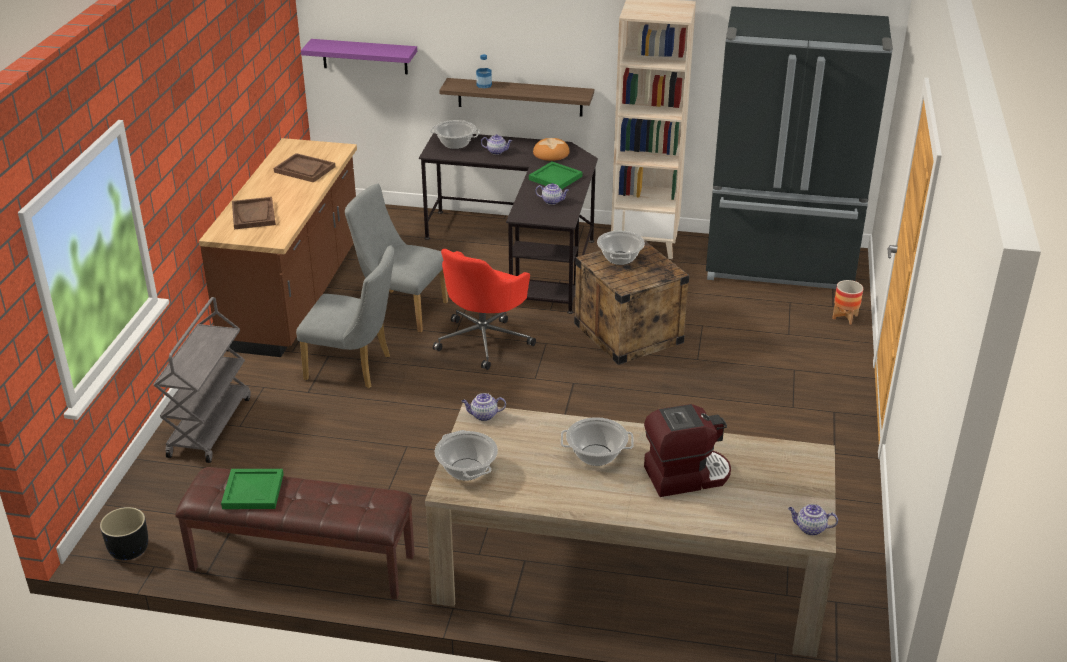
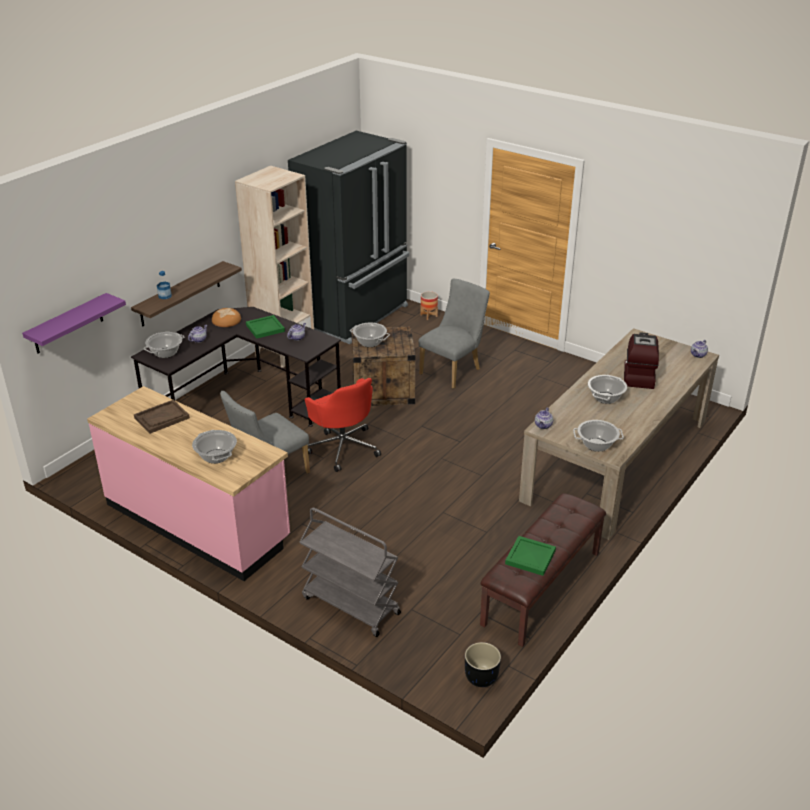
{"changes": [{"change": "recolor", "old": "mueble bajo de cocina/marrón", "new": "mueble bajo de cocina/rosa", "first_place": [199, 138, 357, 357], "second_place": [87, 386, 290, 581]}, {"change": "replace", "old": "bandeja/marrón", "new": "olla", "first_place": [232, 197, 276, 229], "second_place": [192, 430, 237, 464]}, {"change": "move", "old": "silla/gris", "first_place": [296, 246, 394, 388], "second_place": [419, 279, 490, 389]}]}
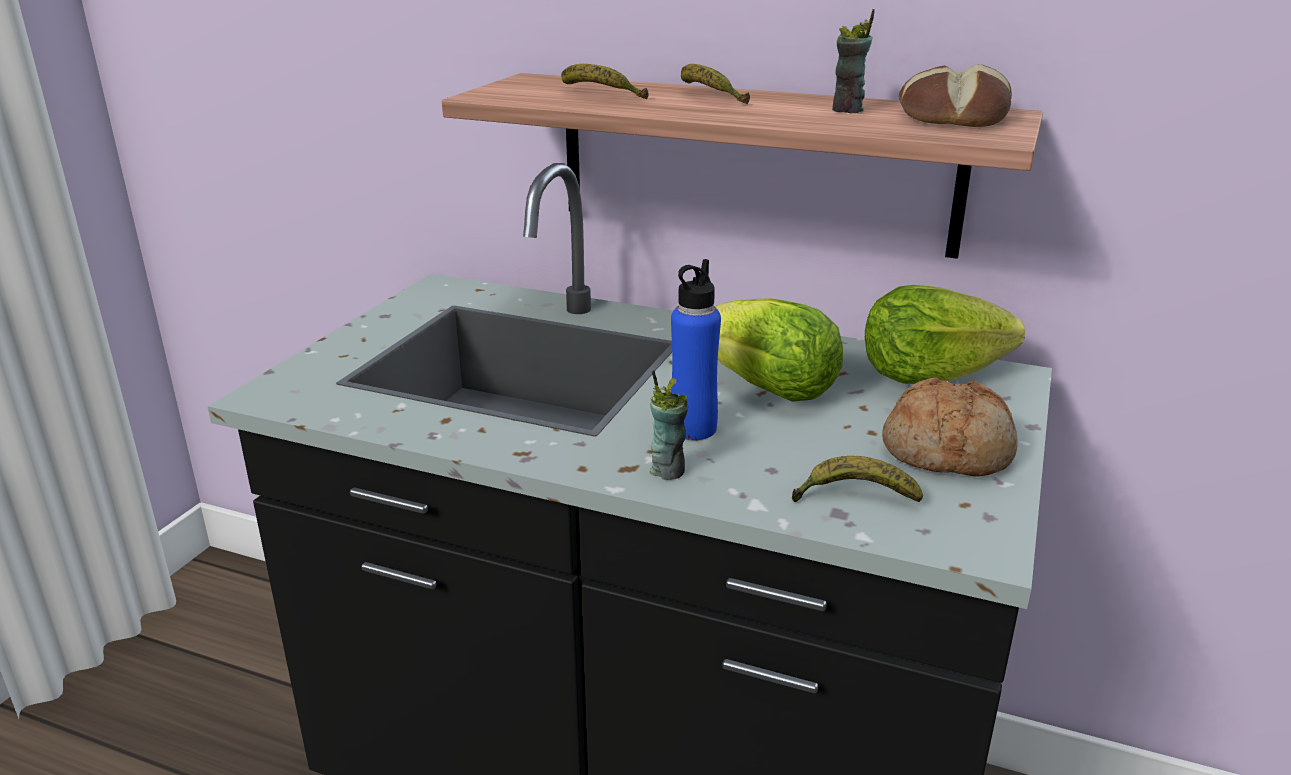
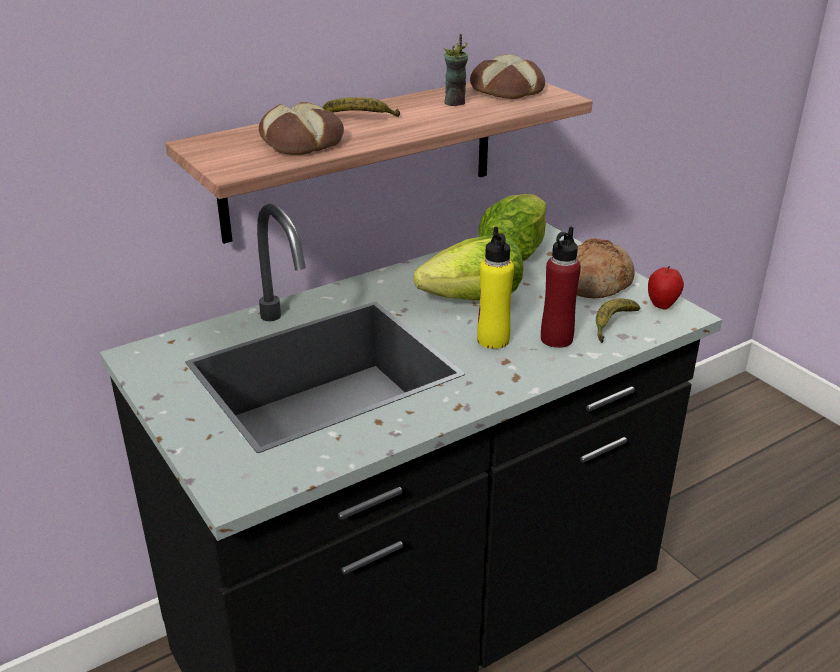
{"changes": [{"change": "replace", "old": "plátano", "new": "pan", "first_place": [561, 64, 649, 99], "second_place": [259, 102, 344, 155]}, {"change": "recolor", "old": "botella/azul", "new": "botella/amarillo", "first_place": [671, 259, 721, 440], "second_place": [477, 227, 514, 349]}, {"change": "delete", "old": "taza", "first_place": [650, 370, 688, 480]}, {"change": "insert", "new": "botella/rojo", "second_place": [541, 226, 581, 348]}, {"change": "insert", "new": "manzana", "second_place": [648, 266, 684, 310]}]}
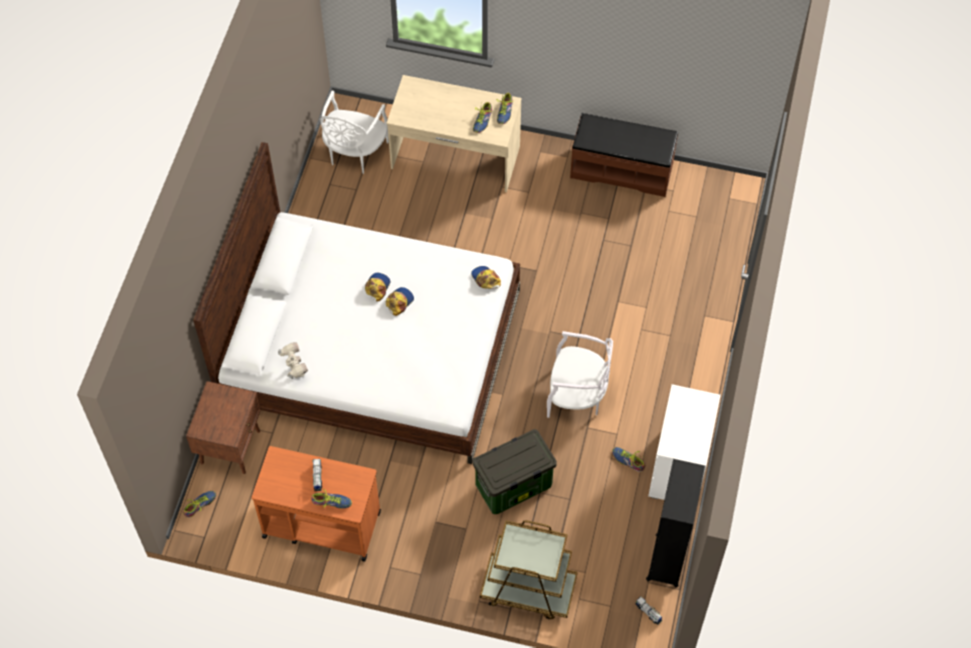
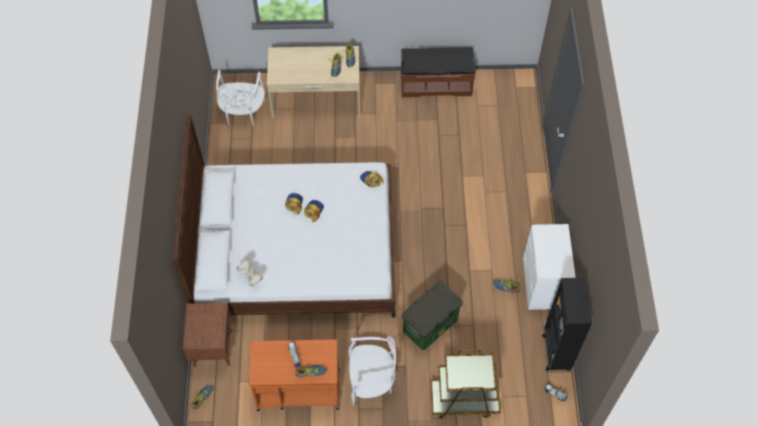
{"changes": [{"change": "move", "old": "silla/blanco", "first_place": [547, 331, 613, 418], "second_place": [348, 336, 396, 405]}]}
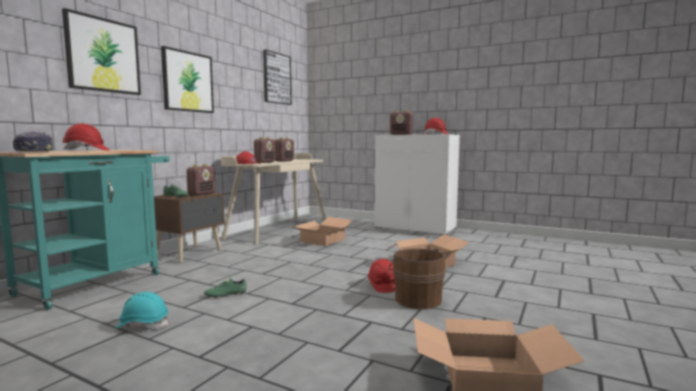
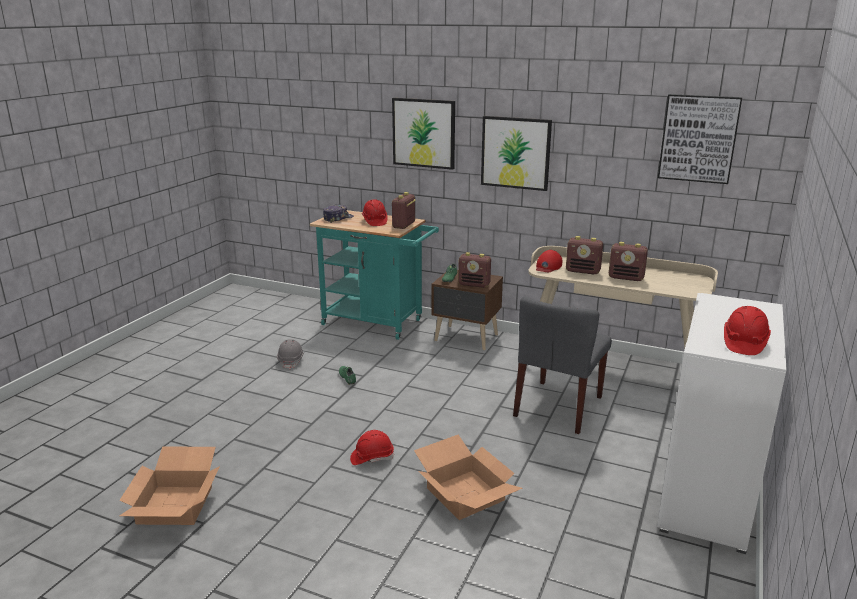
{"changes": [{"change": "move", "old": "radio", "first_place": [390, 110, 413, 135], "second_place": [392, 192, 416, 229]}, {"change": "replace", "old": "caja de cartón", "new": "silla/gris", "first_place": [292, 217, 352, 246], "second_place": [513, 296, 612, 434]}, {"change": "delete", "old": "cubo/marrón", "first_place": [388, 248, 446, 309]}, {"change": "recolor", "old": "casco/turquesa", "new": "casco/gris", "first_place": [114, 292, 169, 329], "second_place": [277, 339, 304, 369]}]}
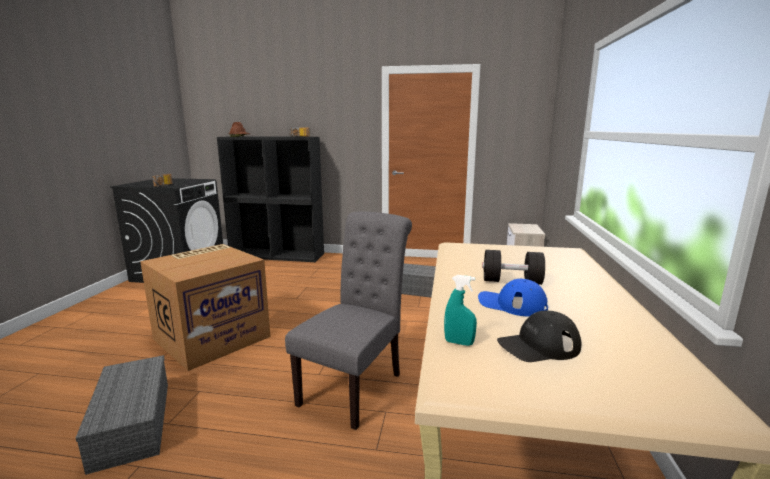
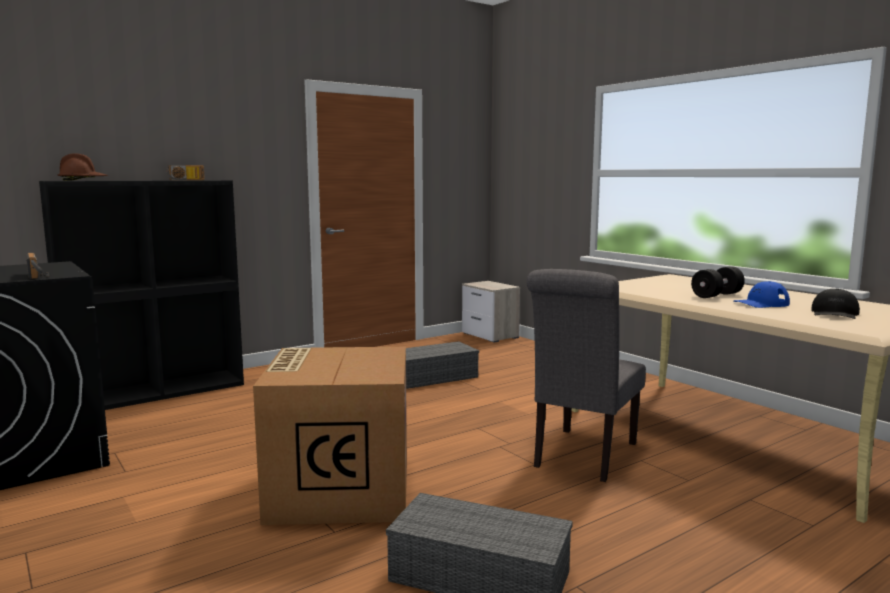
{"changes": [{"change": "rotate", "old": "silla/gris", "first_place": [285, 211, 412, 430], "second_place": [527, 269, 646, 482], "degrees": -135}, {"change": "delete", "old": "pulverizador/turquesa", "first_place": [444, 275, 477, 346]}]}
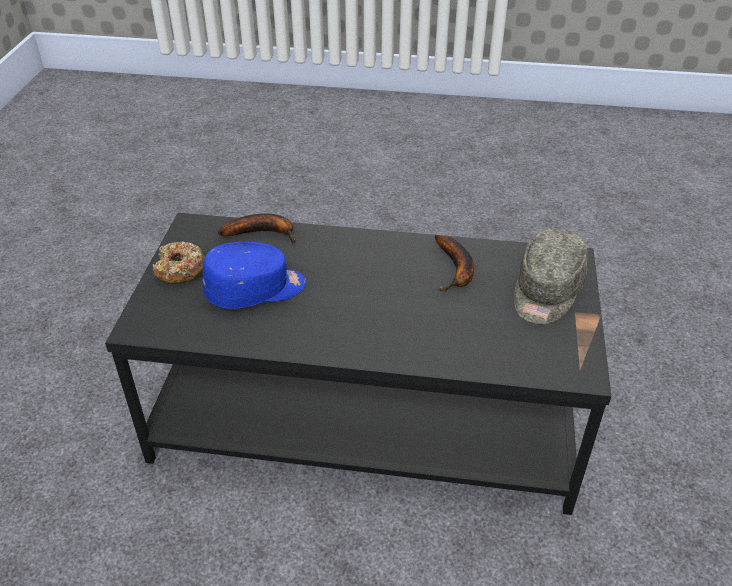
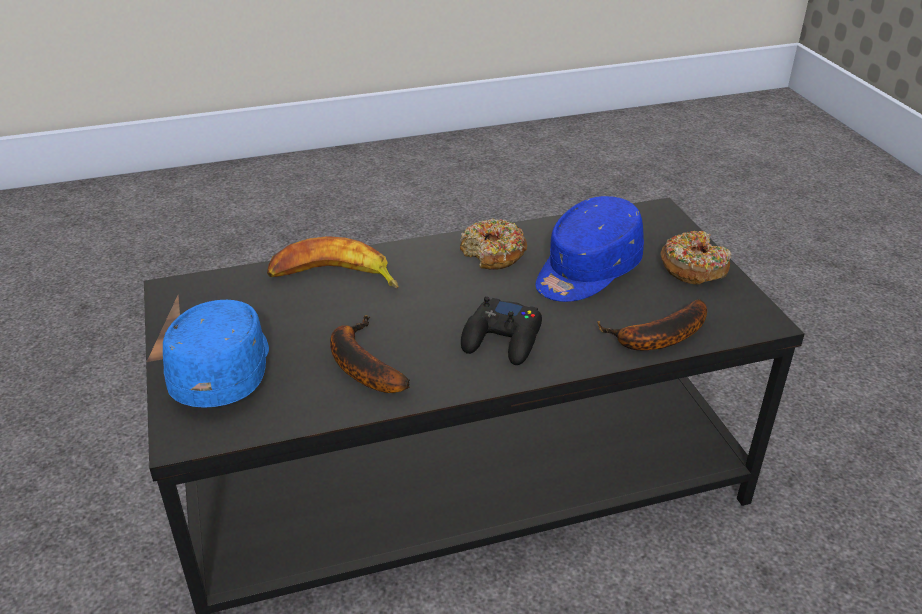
{"changes": [{"change": "recolor", "old": "gorra/gris", "new": "gorra/azul", "first_place": [514, 228, 588, 324], "second_place": [163, 300, 269, 408]}, {"change": "insert", "new": "rosquilla", "second_place": [460, 219, 527, 270]}, {"change": "insert", "new": "plátano", "second_place": [267, 236, 398, 289]}, {"change": "insert", "new": "mando de consola/negro", "second_place": [461, 297, 542, 365]}]}
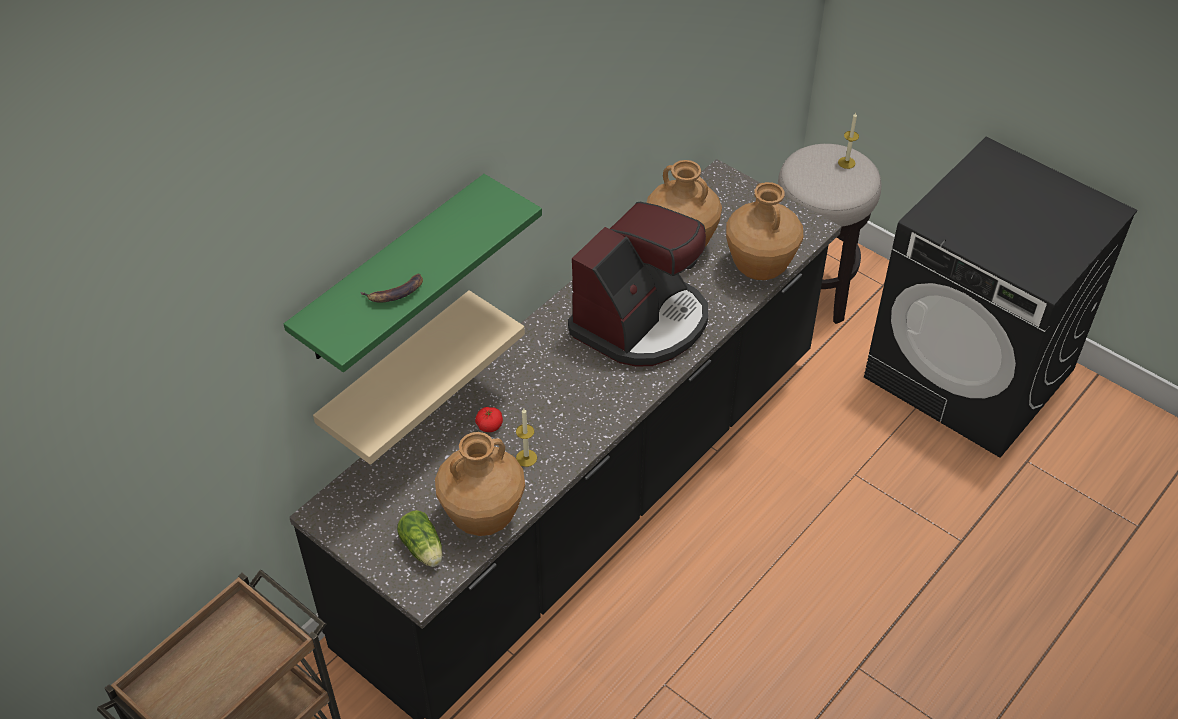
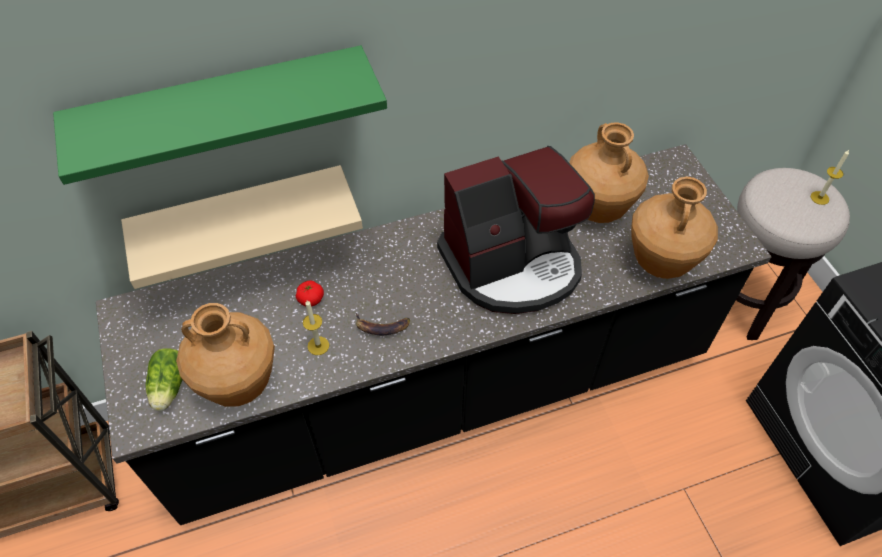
{"changes": [{"change": "move", "old": "plátano", "first_place": [360, 273, 423, 302], "second_place": [356, 313, 410, 335]}]}
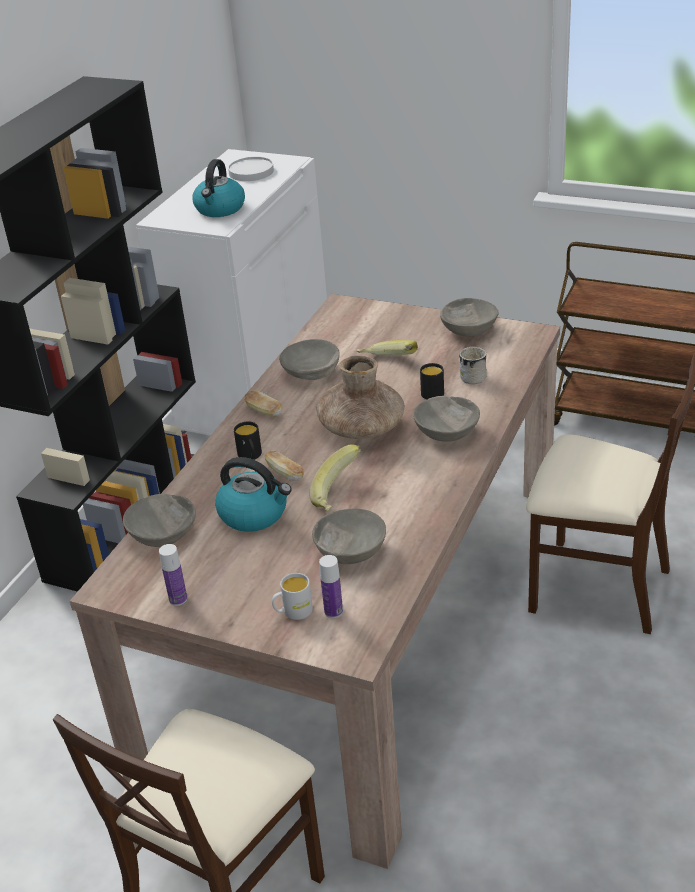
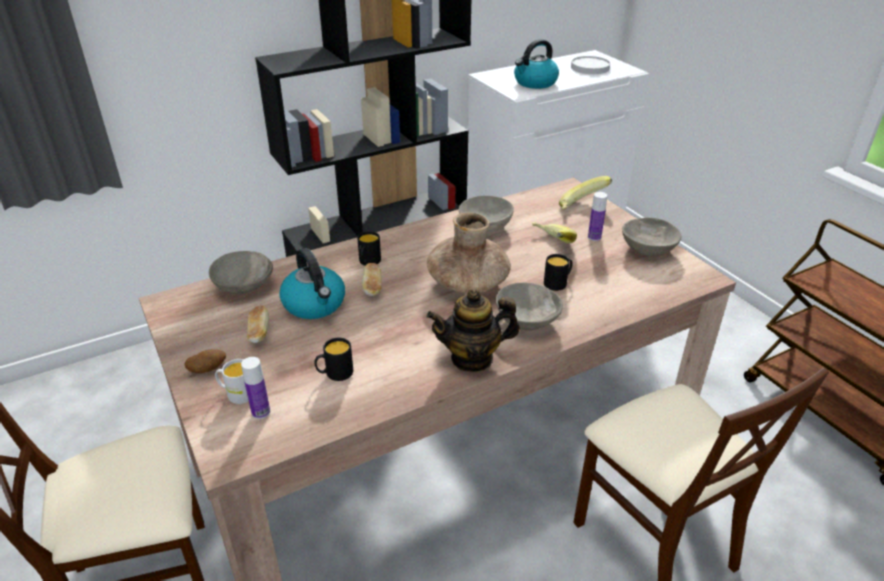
{"changes": [{"change": "delete", "old": "taza grande/blanco", "first_place": [459, 347, 487, 384]}, {"change": "move", "old": "pan", "first_place": [244, 390, 282, 417], "second_place": [247, 305, 269, 343]}, {"change": "move", "old": "plátano", "first_place": [309, 444, 361, 512], "second_place": [559, 176, 612, 210]}, {"change": "replace", "old": "cuenco/gris", "new": "taza grande/negro", "first_place": [312, 508, 386, 564], "second_place": [314, 338, 353, 381]}, {"change": "move", "old": "botella", "first_place": [159, 544, 187, 606], "second_place": [588, 192, 607, 241]}, {"change": "insert", "new": "tetera", "second_place": [427, 289, 520, 372]}, {"change": "insert", "new": "patata", "second_place": [185, 349, 226, 373]}]}
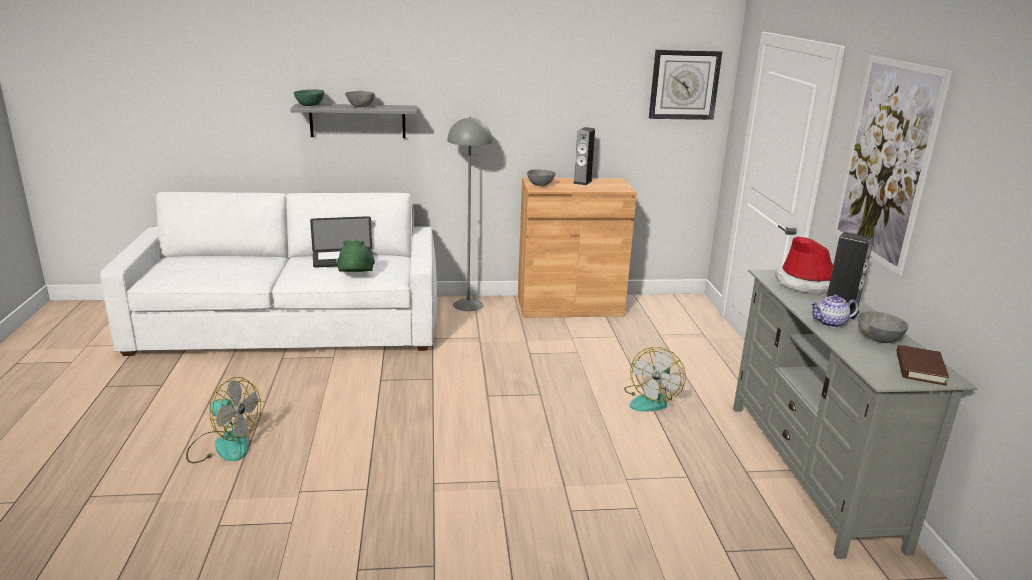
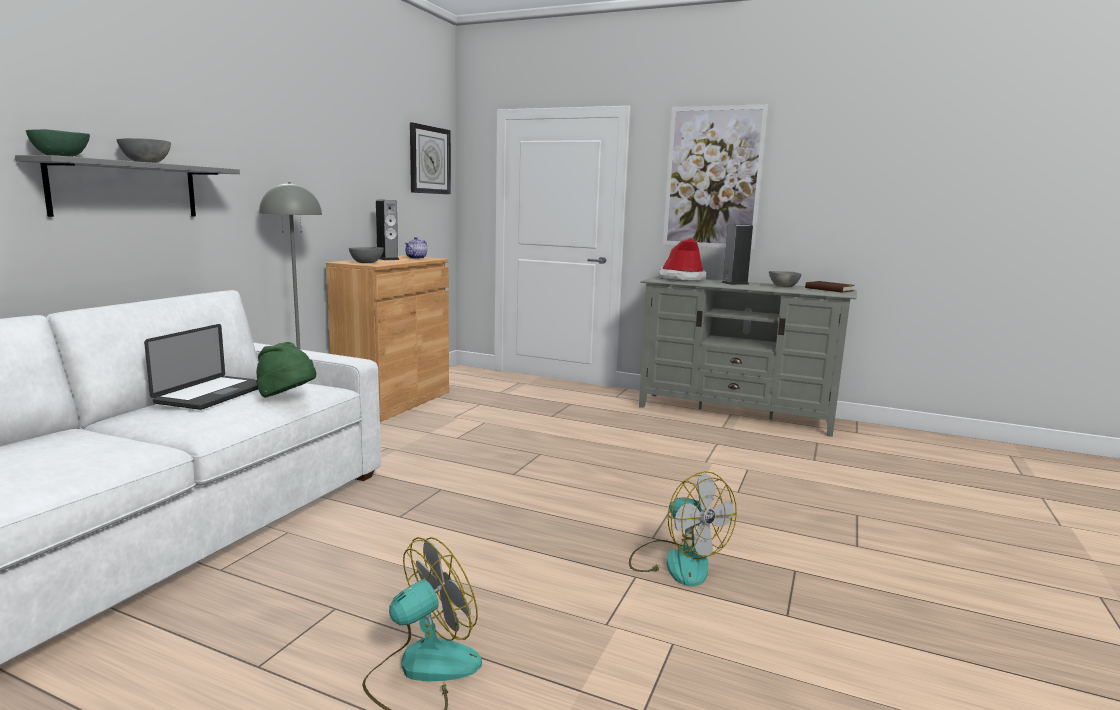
{"changes": [{"change": "move", "old": "tetera", "first_place": [810, 294, 859, 328], "second_place": [405, 237, 427, 259]}, {"change": "move", "old": "ventilador", "first_place": [624, 347, 686, 412], "second_place": [629, 471, 737, 587]}]}
